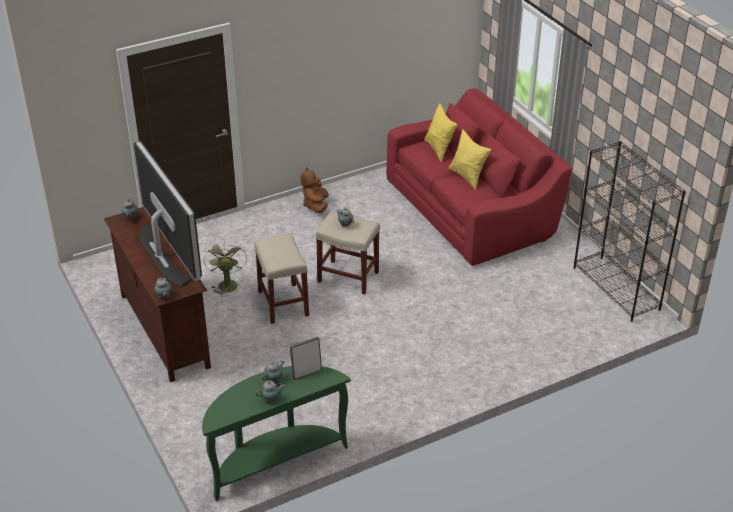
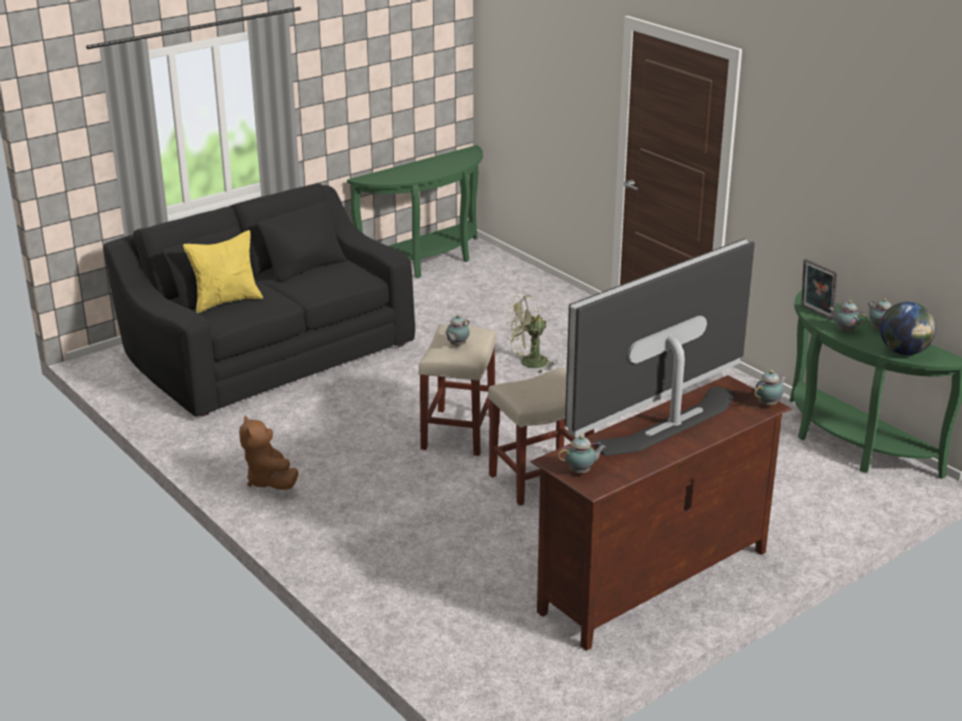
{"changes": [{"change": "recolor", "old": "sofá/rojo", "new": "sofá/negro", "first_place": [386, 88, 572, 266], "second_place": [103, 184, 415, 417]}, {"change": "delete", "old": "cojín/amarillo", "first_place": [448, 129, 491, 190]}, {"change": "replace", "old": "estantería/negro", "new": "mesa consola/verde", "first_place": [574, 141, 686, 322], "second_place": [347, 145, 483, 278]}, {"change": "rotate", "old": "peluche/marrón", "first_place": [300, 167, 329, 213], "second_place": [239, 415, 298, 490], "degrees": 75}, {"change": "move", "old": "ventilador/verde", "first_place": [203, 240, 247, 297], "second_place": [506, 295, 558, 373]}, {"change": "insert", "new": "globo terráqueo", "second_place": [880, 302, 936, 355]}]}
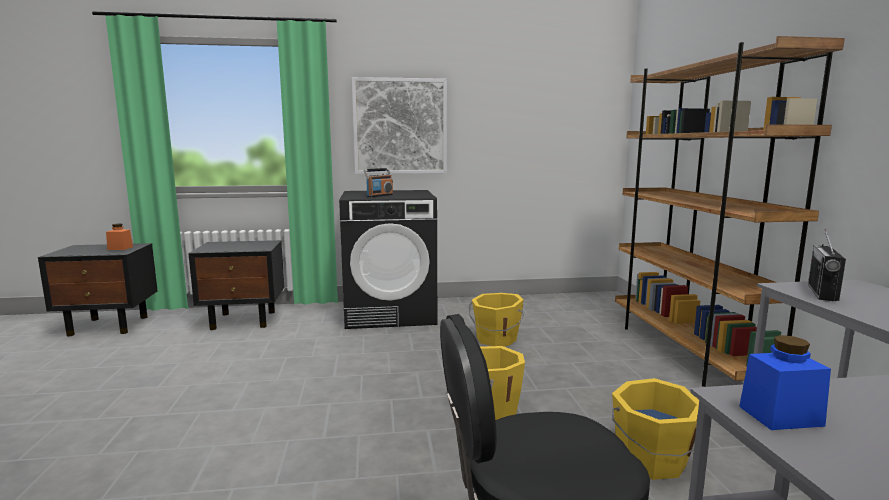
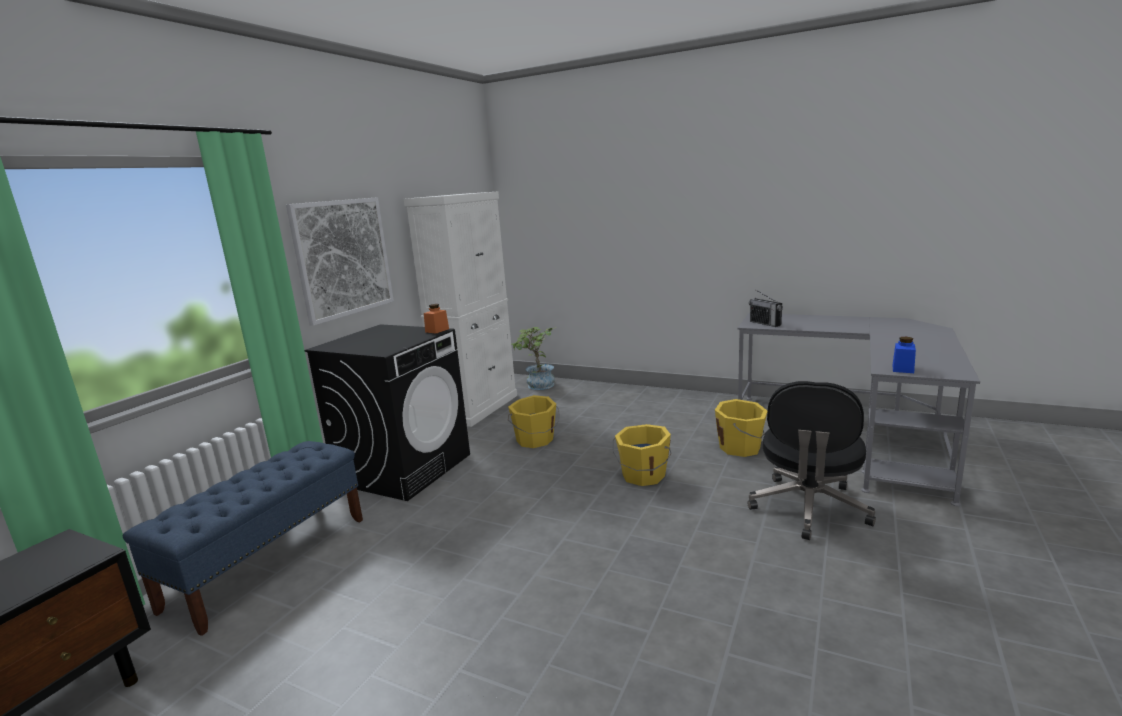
{"changes": [{"change": "delete", "old": "estantería/marrón", "first_place": [615, 36, 845, 387]}, {"change": "delete", "old": "radio", "first_place": [364, 168, 393, 197]}, {"change": "move", "old": "tarro/naranja", "first_place": [106, 224, 133, 250], "second_place": [424, 304, 449, 334]}, {"change": "replace", "old": "mesita de noche/negro", "new": "banco/azul", "first_place": [188, 240, 284, 330], "second_place": [123, 441, 363, 636]}, {"change": "insert", "new": "armario/blanco", "second_place": [404, 192, 517, 427]}, {"change": "insert", "new": "planta en maceta", "second_place": [511, 327, 556, 390]}]}
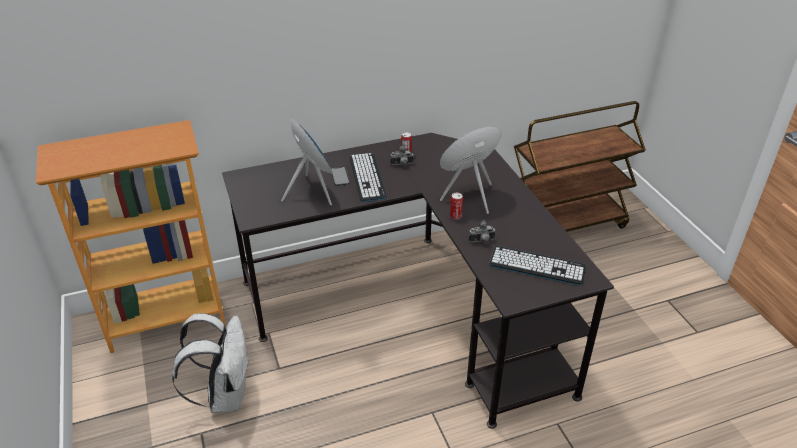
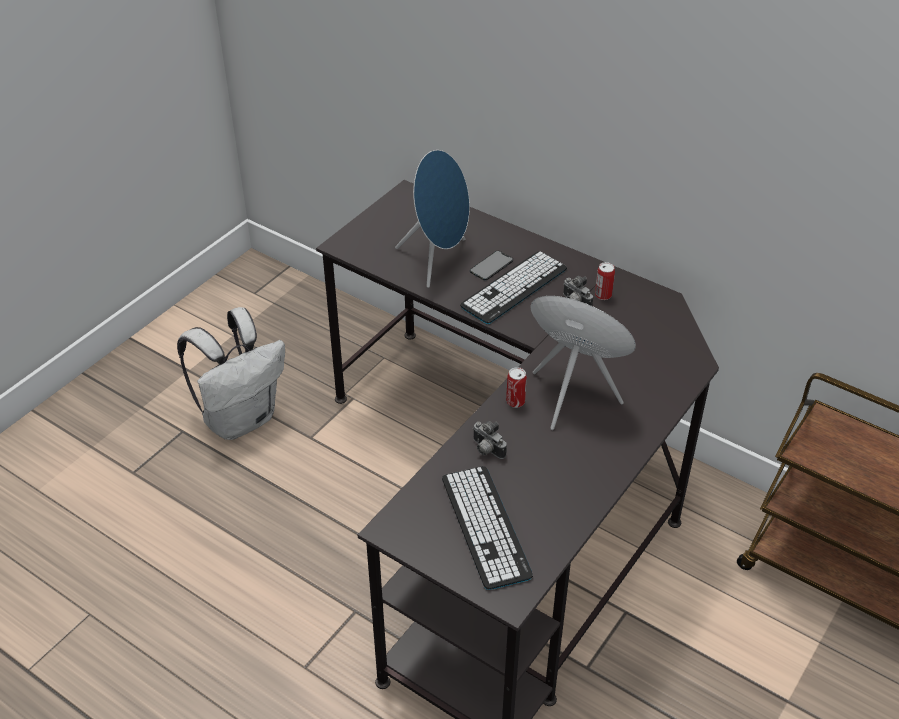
{"changes": [{"change": "delete", "old": "estantería", "first_place": [36, 120, 226, 353]}]}
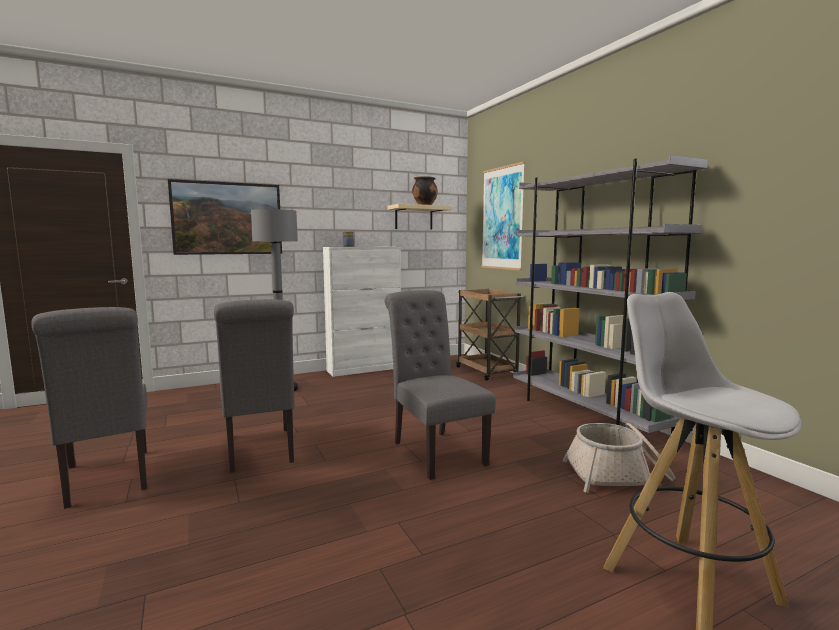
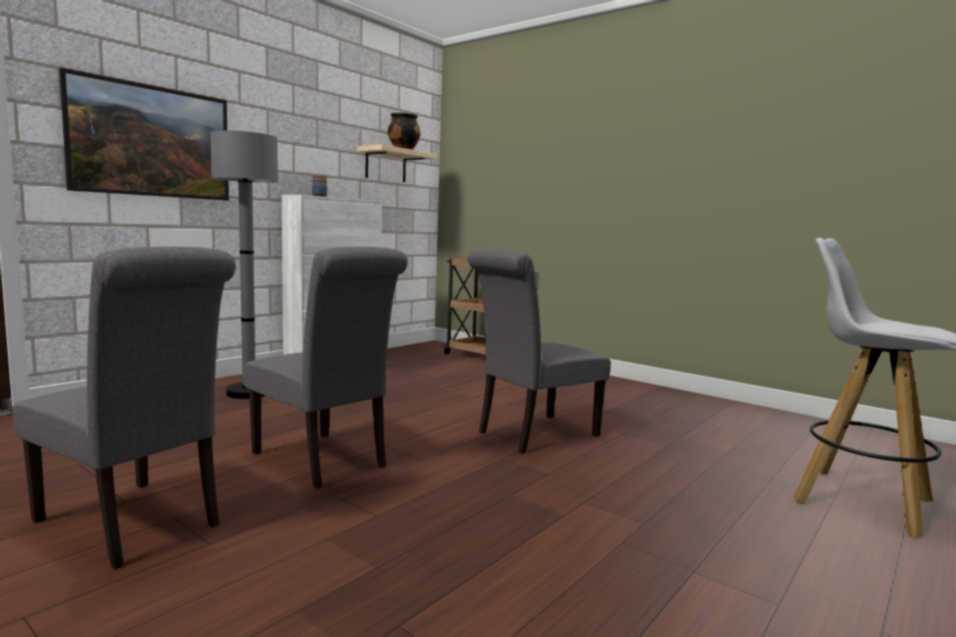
{"changes": [{"change": "delete", "old": "estantería/gris", "first_place": [513, 155, 708, 434]}, {"change": "delete", "old": "cuadro", "first_place": [481, 161, 525, 270]}, {"change": "rotate", "old": "silla/gris", "first_place": [385, 290, 496, 480], "second_place": [468, 248, 611, 454], "degrees": -75}, {"change": "delete", "old": "cesta", "first_place": [563, 423, 675, 493]}]}
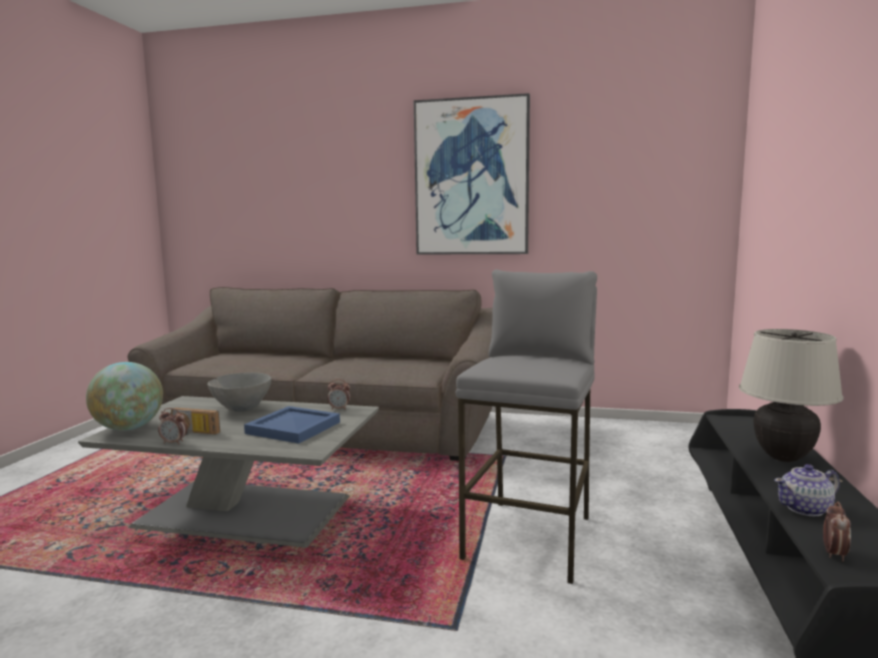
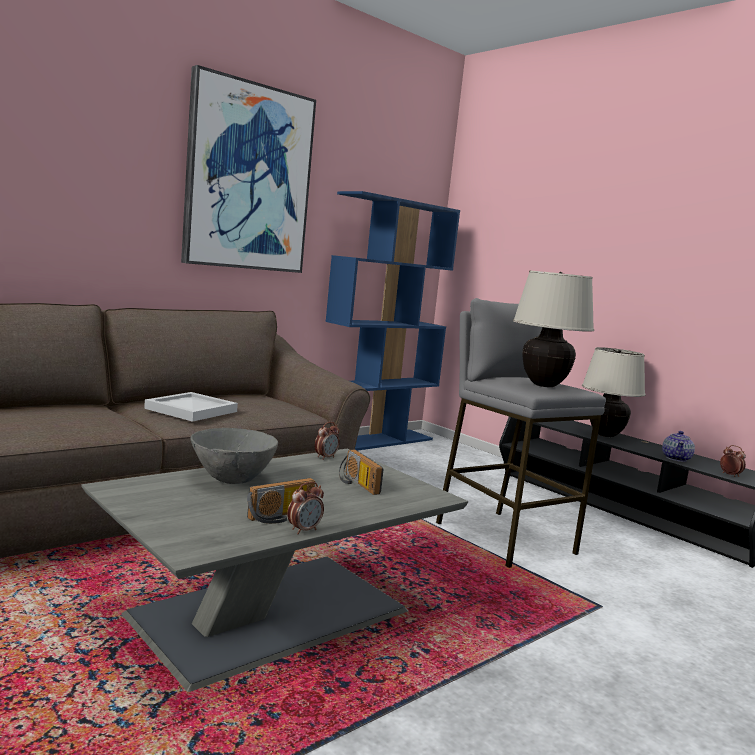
{"changes": [{"change": "delete", "old": "globo terráqueo", "first_place": [86, 362, 163, 431]}, {"change": "replace", "old": "bandeja/azul", "new": "radio", "first_place": [244, 406, 340, 444], "second_place": [339, 450, 384, 495]}, {"change": "insert", "new": "estantería/azul", "second_place": [326, 191, 460, 451]}, {"change": "insert", "new": "lámpara de mesa/beis", "second_place": [513, 271, 594, 387]}, {"change": "insert", "new": "bandeja/blanco", "second_place": [144, 392, 238, 422]}]}
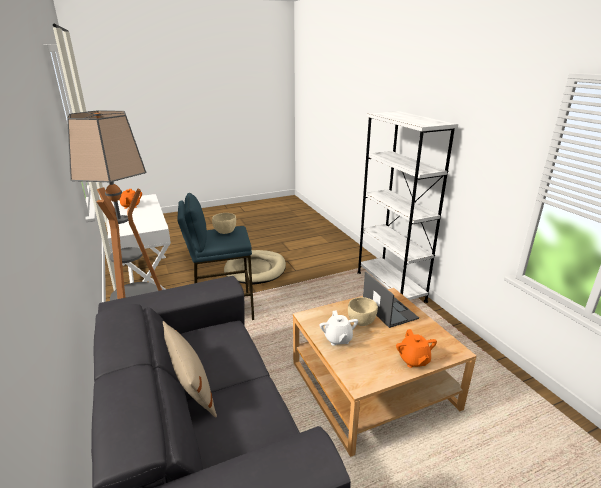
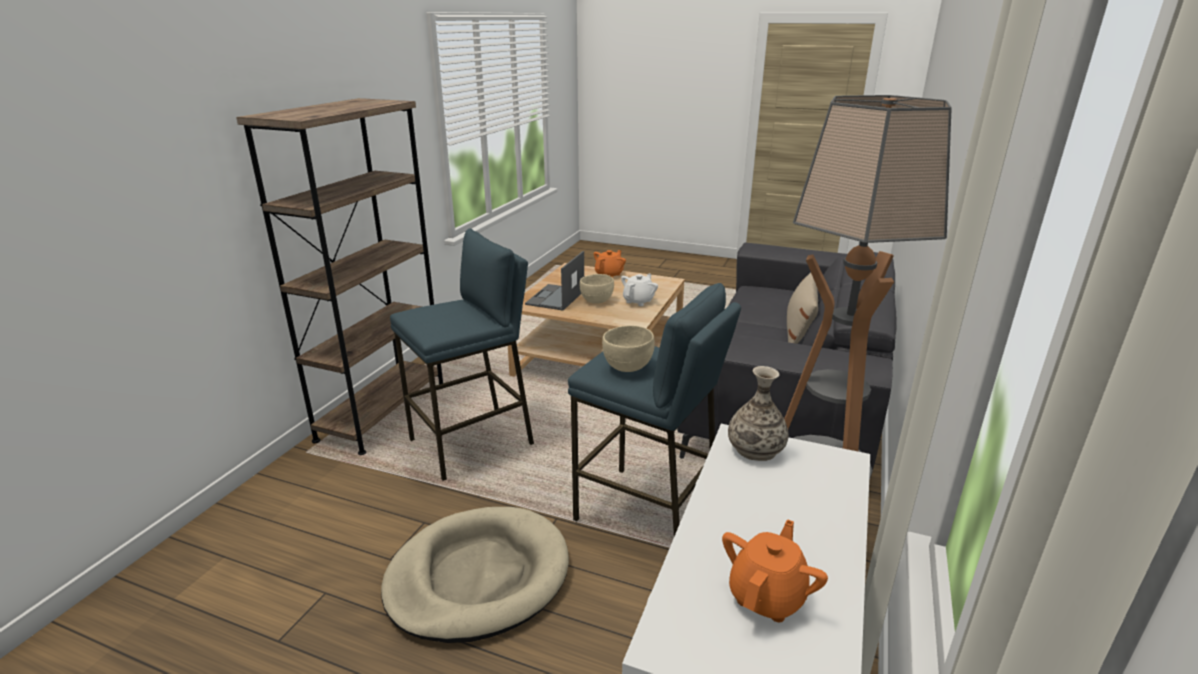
{"changes": [{"change": "recolor", "old": "estantería/blanco", "new": "estantería/marrón", "first_place": [357, 111, 458, 303], "second_place": [236, 98, 443, 455]}, {"change": "insert", "new": "taburete/azul", "second_place": [390, 228, 534, 481]}, {"change": "insert", "new": "florero", "second_place": [728, 366, 788, 461]}]}
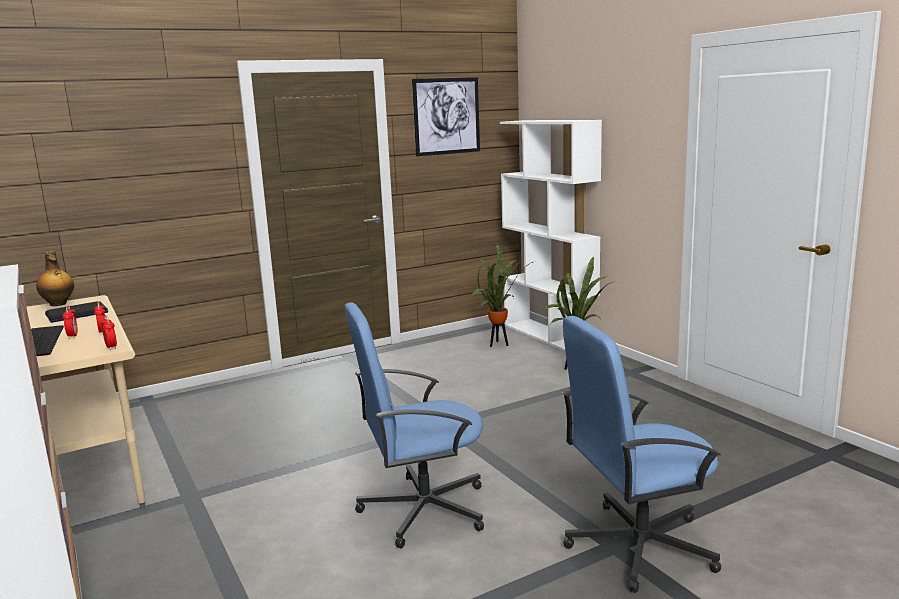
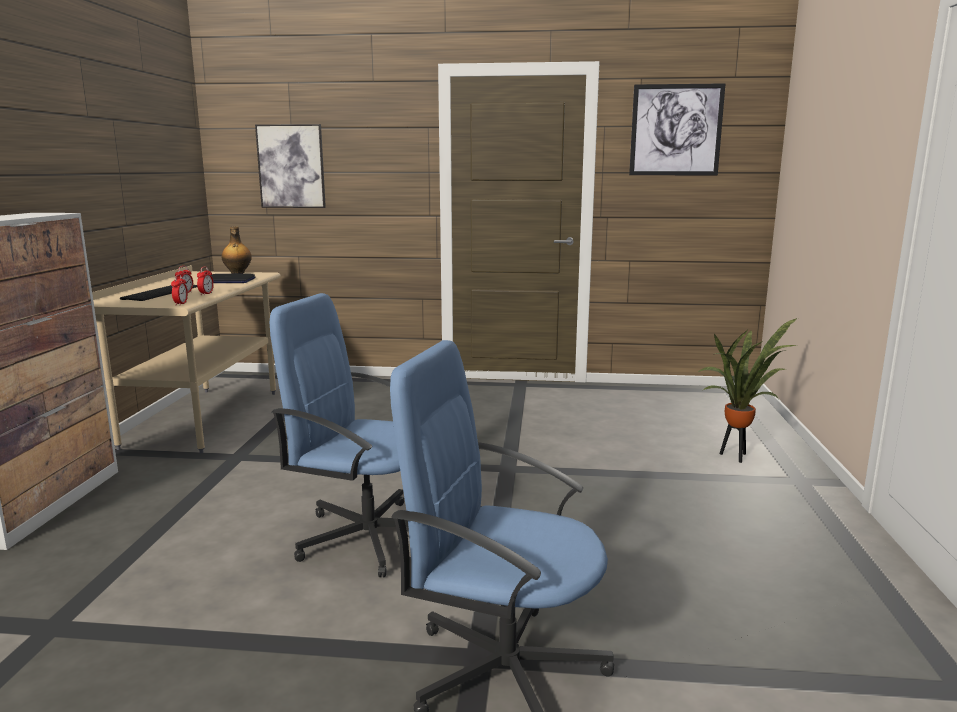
{"changes": [{"change": "delete", "old": "estantería/blanco", "first_place": [500, 120, 602, 352]}, {"change": "delete", "old": "planta en maceta", "first_place": [470, 244, 533, 347]}, {"change": "insert", "new": "cuadro", "second_place": [255, 124, 326, 208]}]}
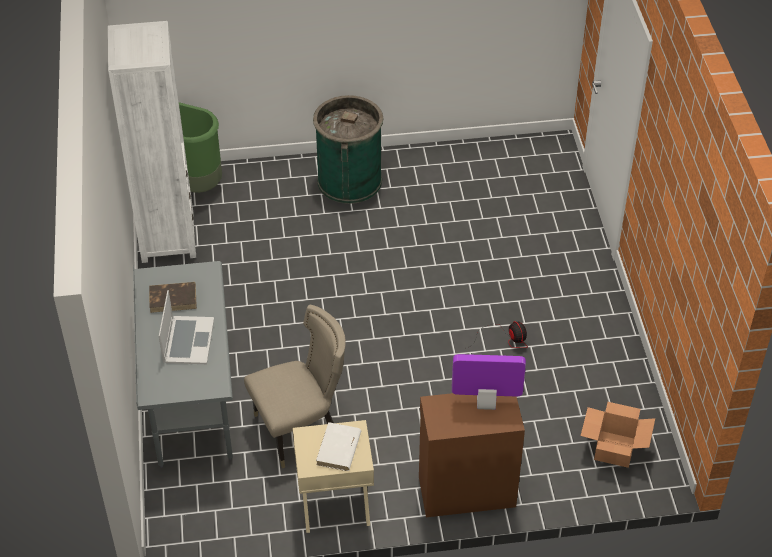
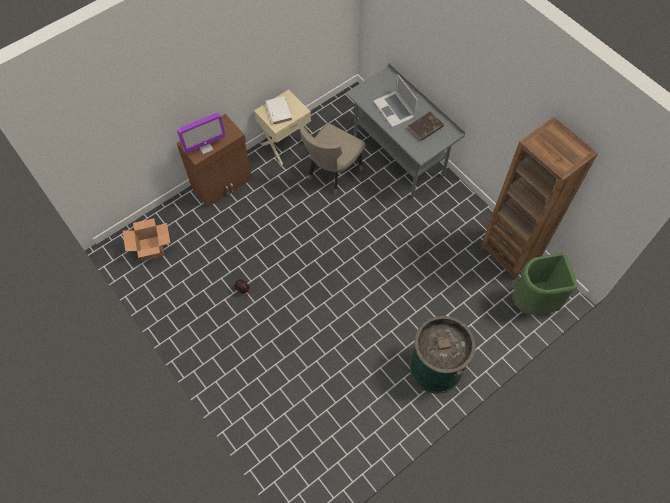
{"changes": [{"change": "recolor", "old": "estantería/blanco", "new": "estantería/marrón", "first_place": [108, 21, 196, 263], "second_place": [480, 117, 598, 280]}]}
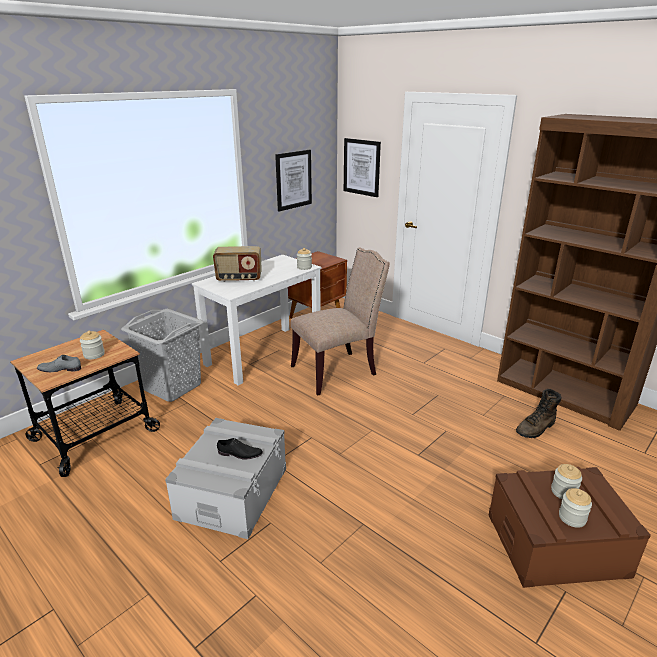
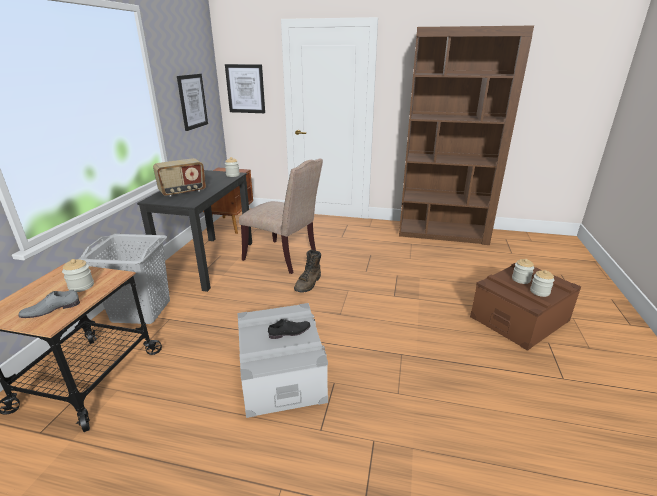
{"changes": [{"change": "rotate", "old": "silla/beis", "first_place": [291, 247, 390, 395], "second_place": [239, 158, 323, 274], "degrees": 90}, {"change": "recolor", "old": "escritorio/blanco", "new": "escritorio/negro", "first_place": [192, 255, 322, 385], "second_place": [137, 170, 252, 292]}, {"change": "move", "old": "bota/marrón", "first_place": [516, 389, 562, 438], "second_place": [294, 250, 321, 293]}]}
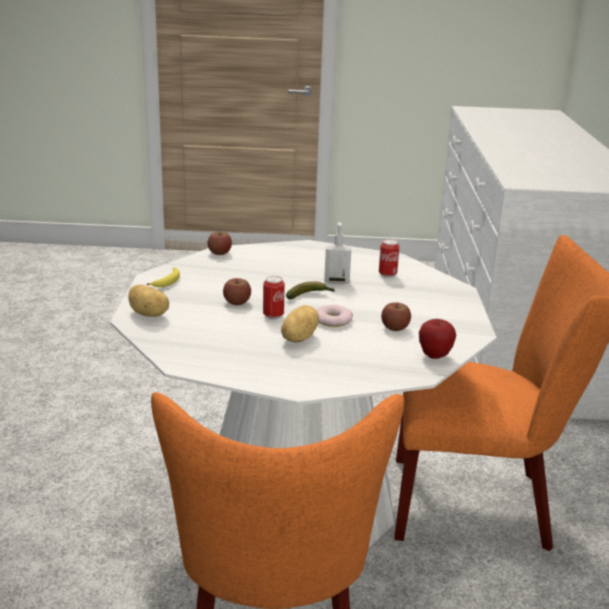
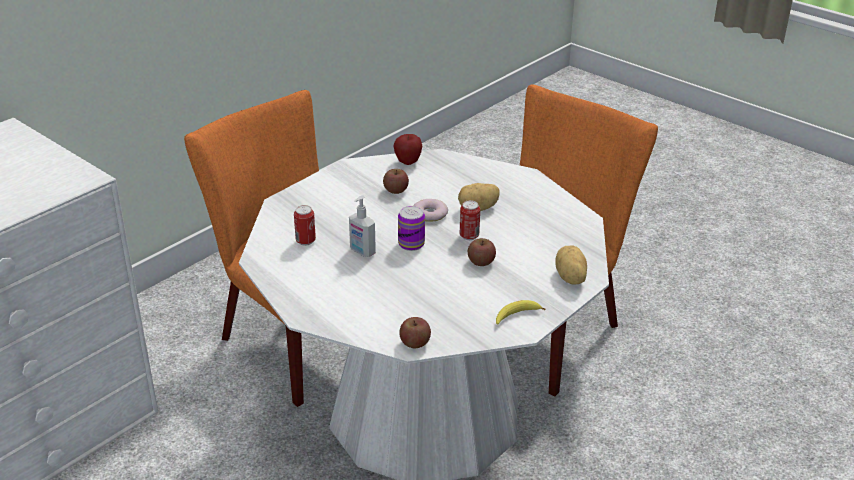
{"changes": [{"change": "replace", "old": "plátano", "new": "lata", "first_place": [286, 281, 335, 299], "second_place": [398, 206, 425, 251]}]}
